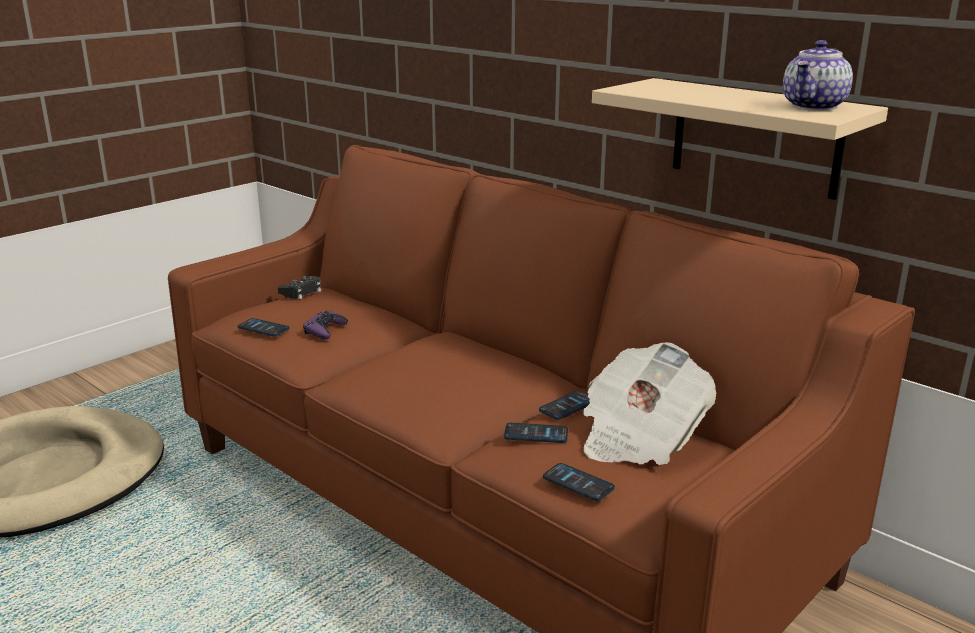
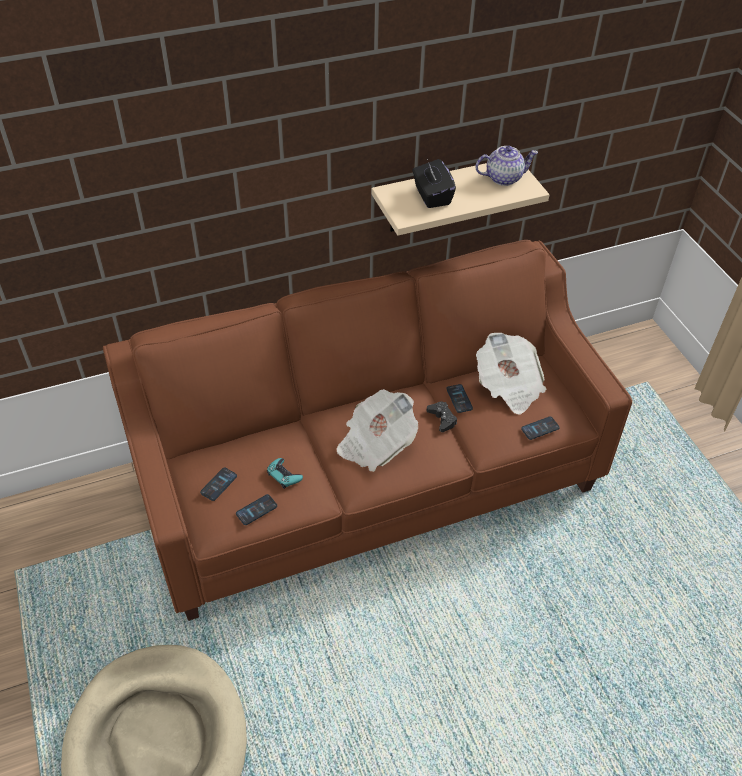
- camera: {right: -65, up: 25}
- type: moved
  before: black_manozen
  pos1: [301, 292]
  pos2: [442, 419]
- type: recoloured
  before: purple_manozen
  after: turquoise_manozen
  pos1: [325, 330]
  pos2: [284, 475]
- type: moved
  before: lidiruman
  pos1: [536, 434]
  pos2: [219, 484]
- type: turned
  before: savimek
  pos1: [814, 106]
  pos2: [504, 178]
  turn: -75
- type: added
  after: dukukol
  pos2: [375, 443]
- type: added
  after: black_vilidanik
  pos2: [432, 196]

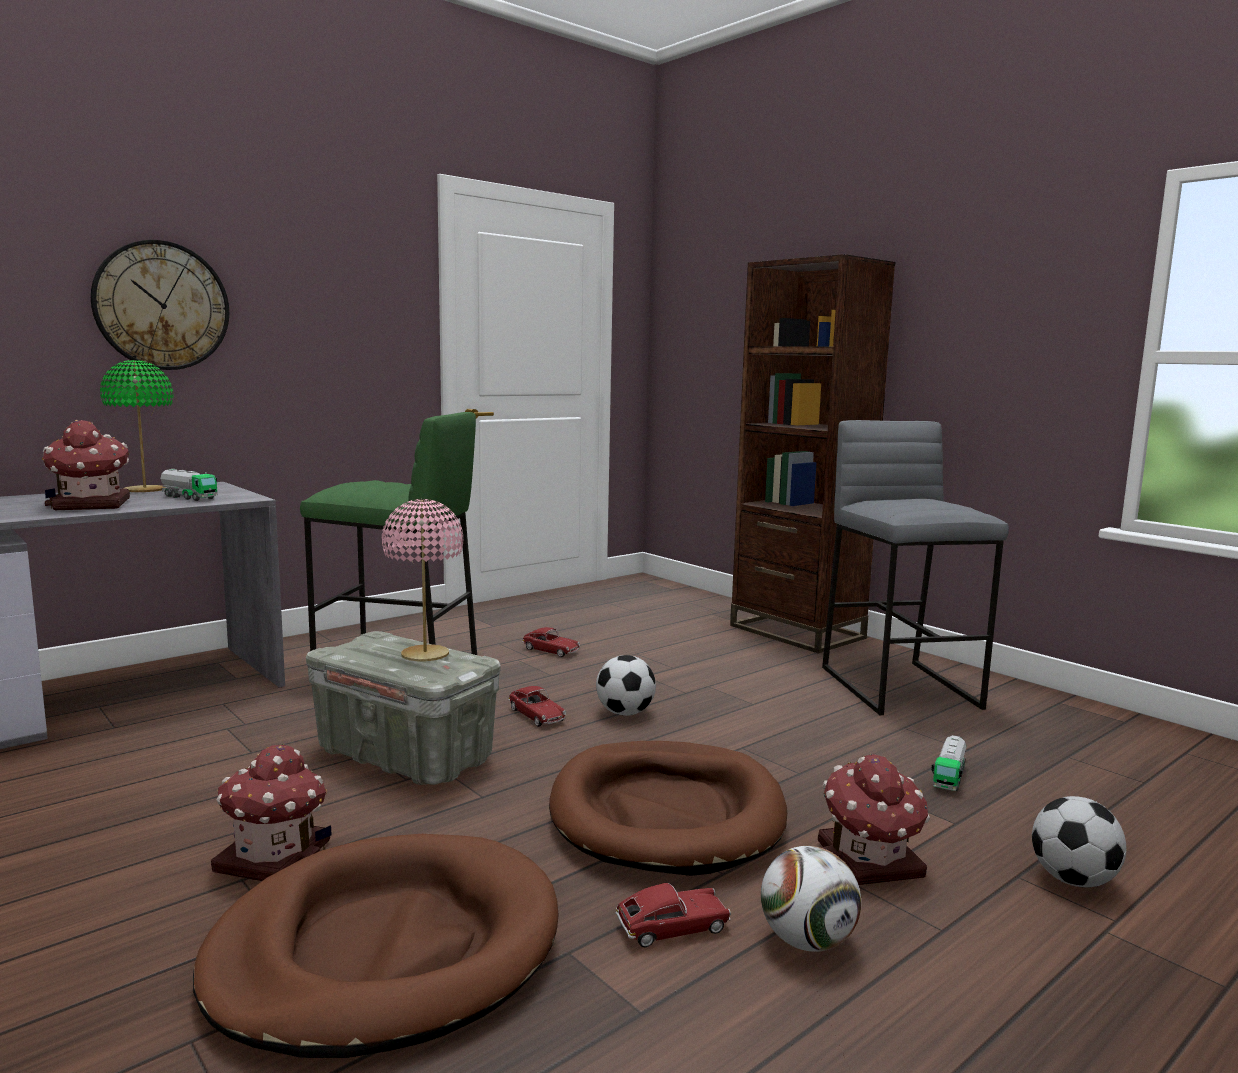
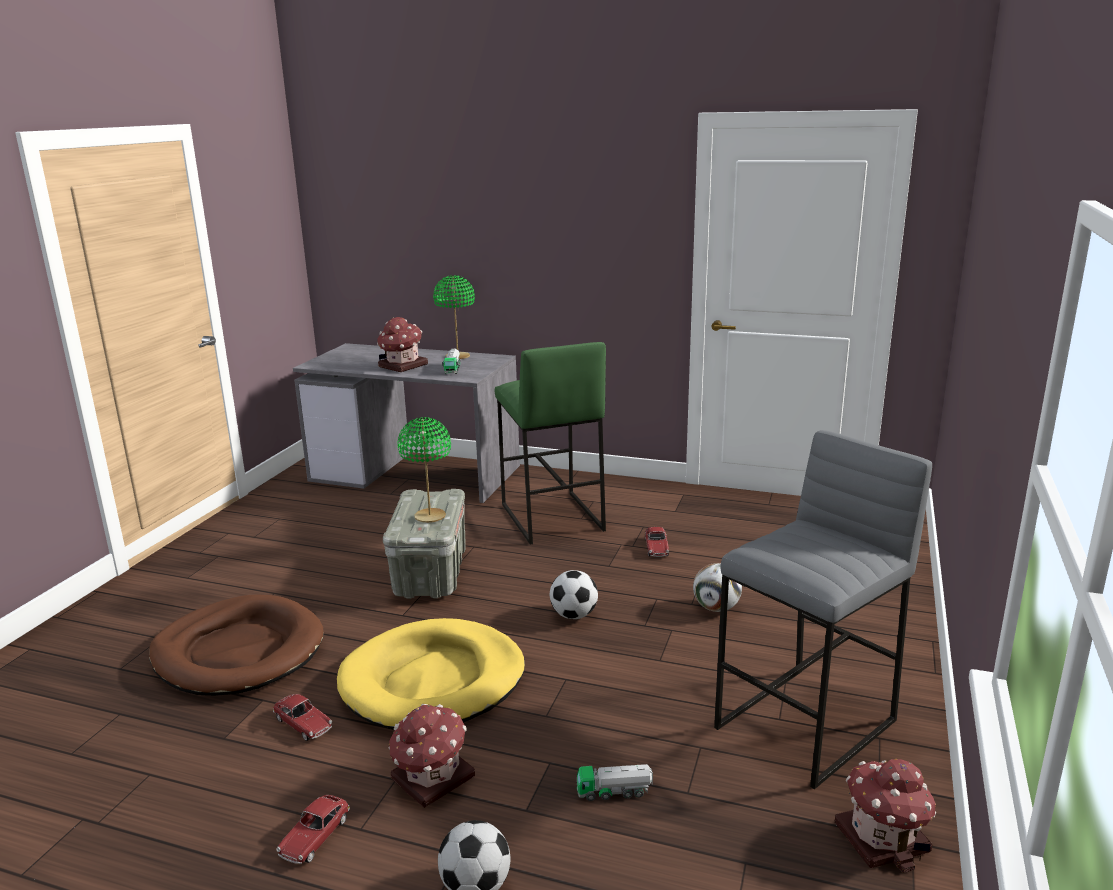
- camera: {right: 60, up: 10}
- type: removed
  before: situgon
  pos1: [162, 306]
- type: moved
  before: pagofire
  pos1: [275, 856]
  pos2: [883, 838]
- type: recoloured
  before: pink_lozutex
  after: green_lozutex
  pos1: [425, 655]
  pos2: [429, 516]
- type: moved
  before: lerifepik
  pos1: [536, 715]
  pos2: [315, 837]
- type: recoloured
  before: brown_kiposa
  after: yellow_kiposa
  pos1: [667, 813]
  pos2: [433, 681]
- type: removed
  before: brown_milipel
  pos1: [796, 632]
- type: moved
  before: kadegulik
  pos1: [807, 941]
  pos2: [716, 608]

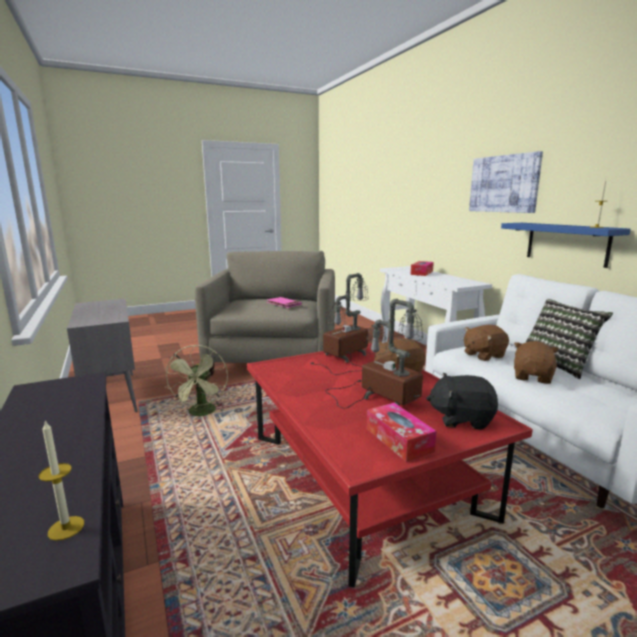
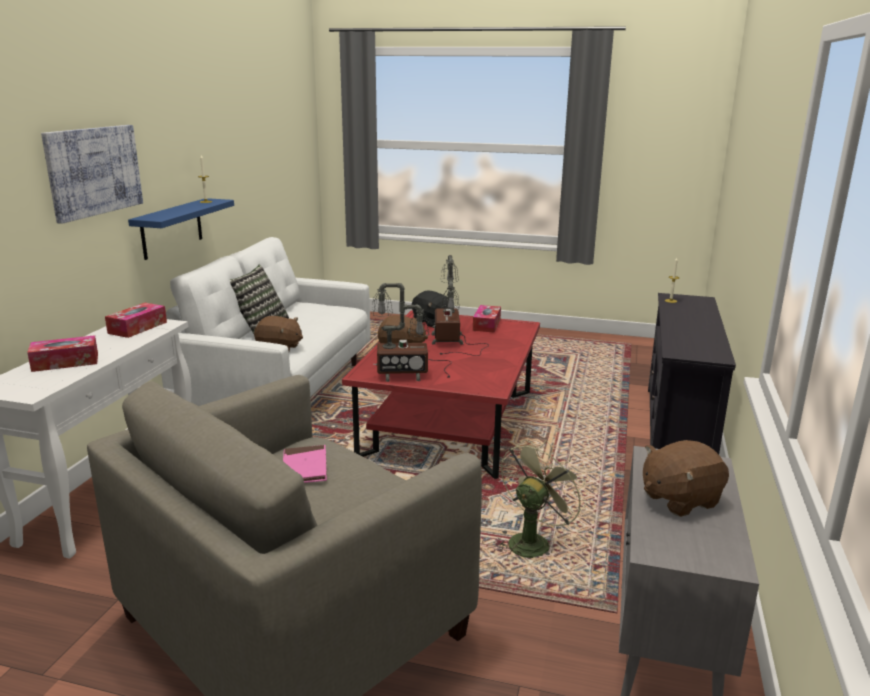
- camera: {right: -140, up: 5}
- type: moved
  before: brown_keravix
  pos1: [533, 377]
  pos2: [679, 499]
- type: added
  after: vilidanik
  pos2: [137, 328]

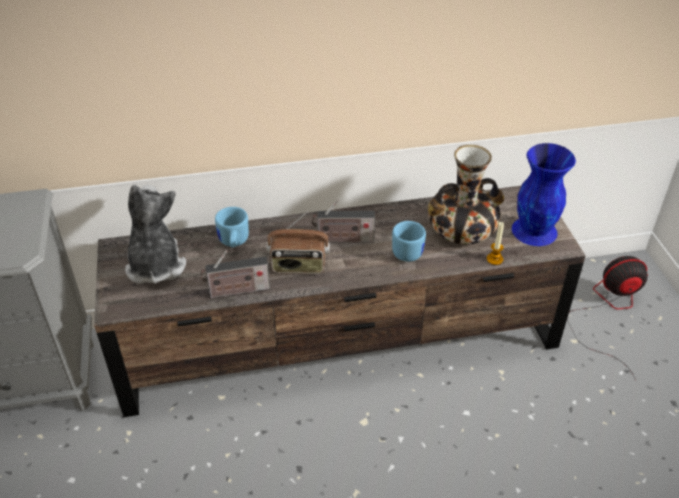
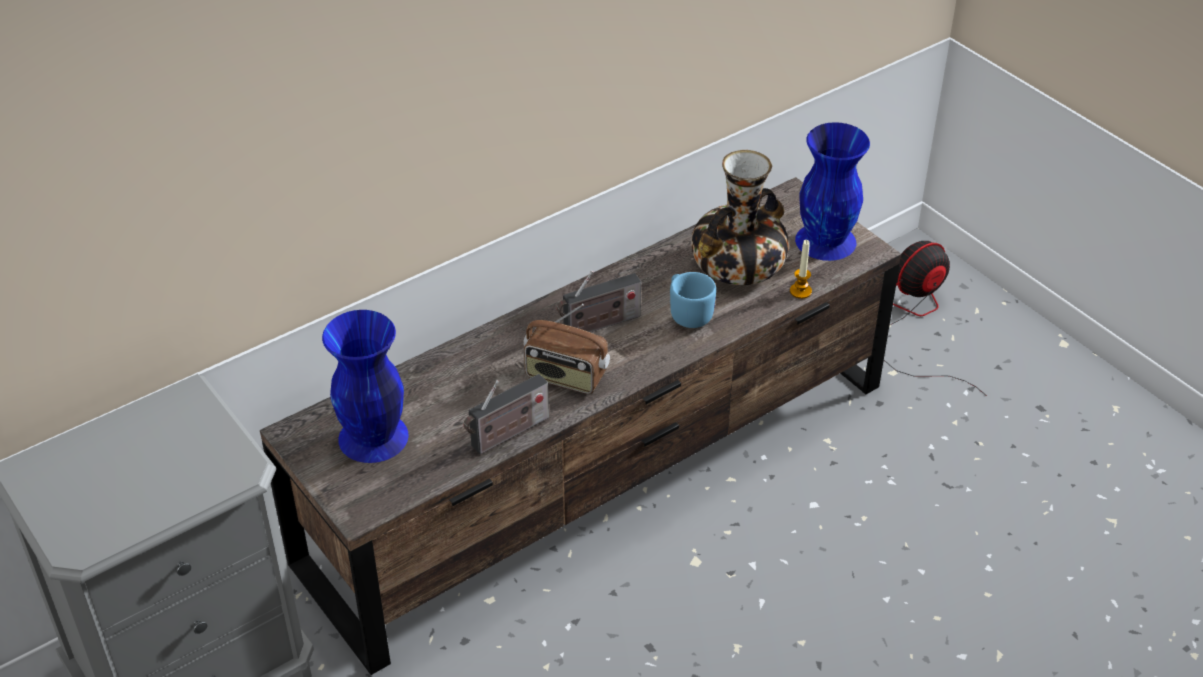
- camera: {right: -25, up: 0}
- type: replaced
  before: keravix
  after: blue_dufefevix
  pos1: [155, 265]
  pos2: [372, 438]
- type: removed
  before: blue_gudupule
  pos1: [233, 242]
- type: turned
  before: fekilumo
  pos1: [298, 266]
  pos2: [565, 377]
  turn: 45

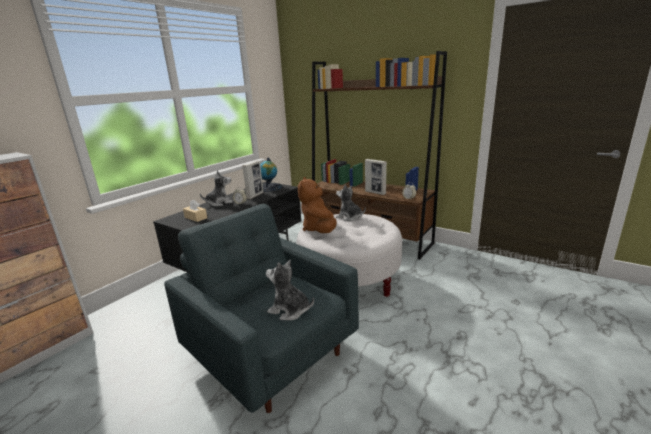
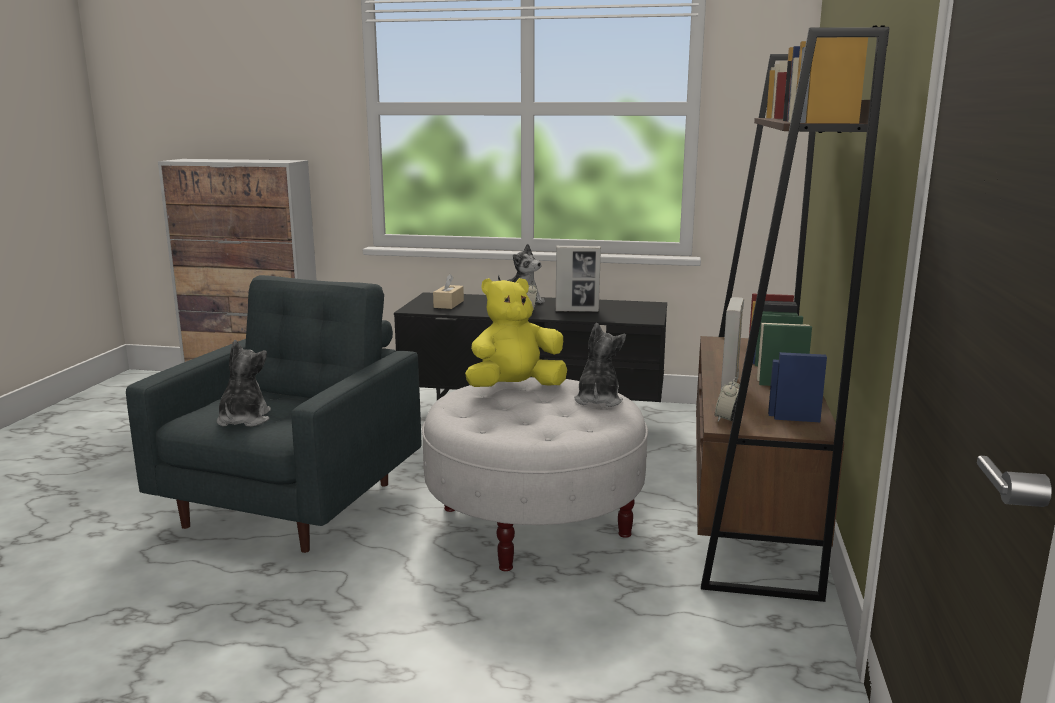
- camera: {right: 65, up: -5}
- type: removed
  before: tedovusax
  pos1: [269, 187]
- type: recoloured
  before: brown_keravix
  after: yellow_keravix
  pos1: [319, 229]
  pos2: [515, 388]

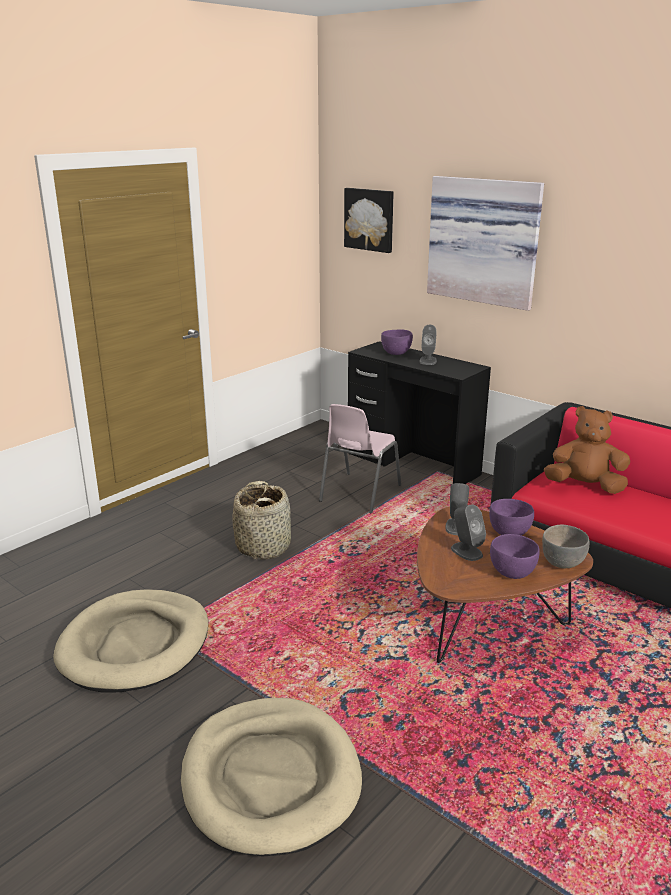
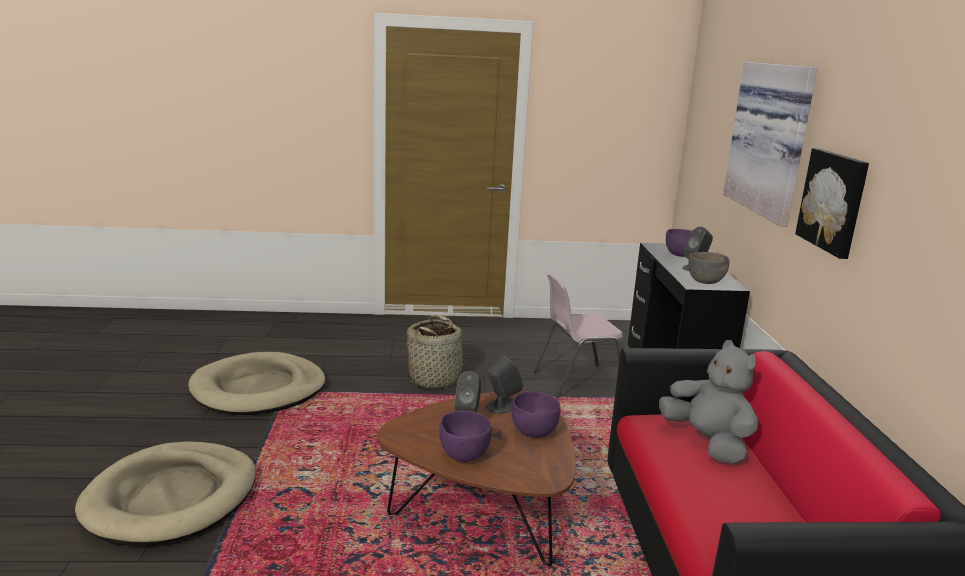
- camera: {right: 45, up: -5}
- type: moved
  before: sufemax
  pos1: [370, 219]
  pos2: [834, 201]
- type: moved
  before: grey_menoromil
  pos1: [562, 563]
  pos2: [706, 282]
- type: recoloured
  before: brown_keravix
  after: grey_keravix
  pos1: [584, 486]
  pos2: [707, 443]

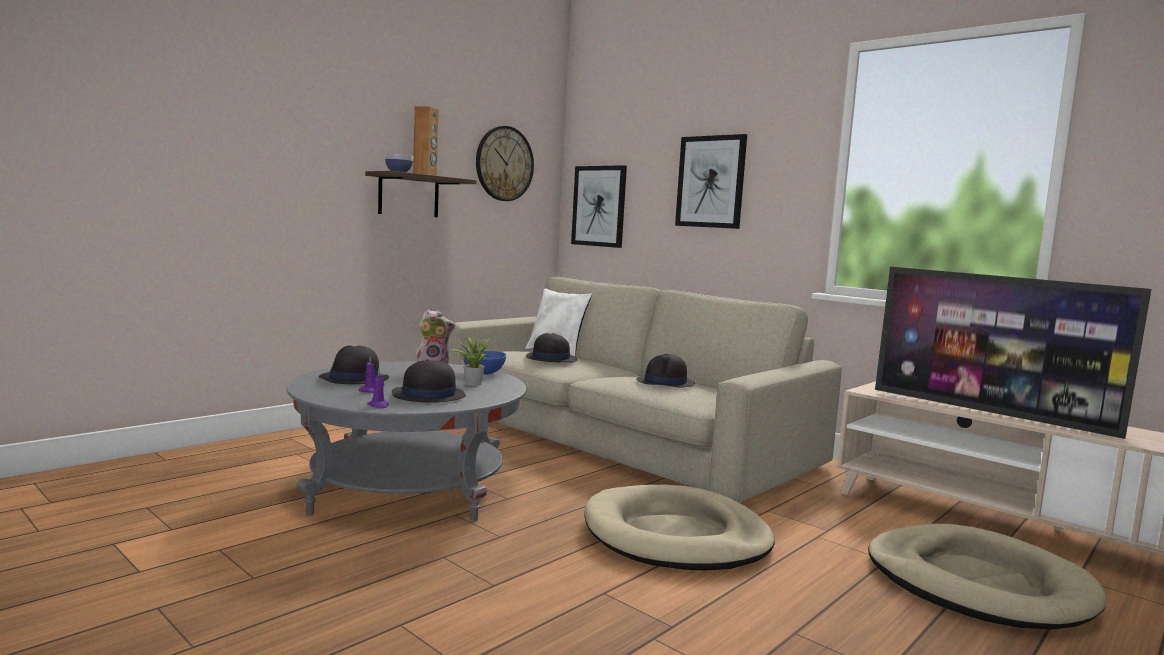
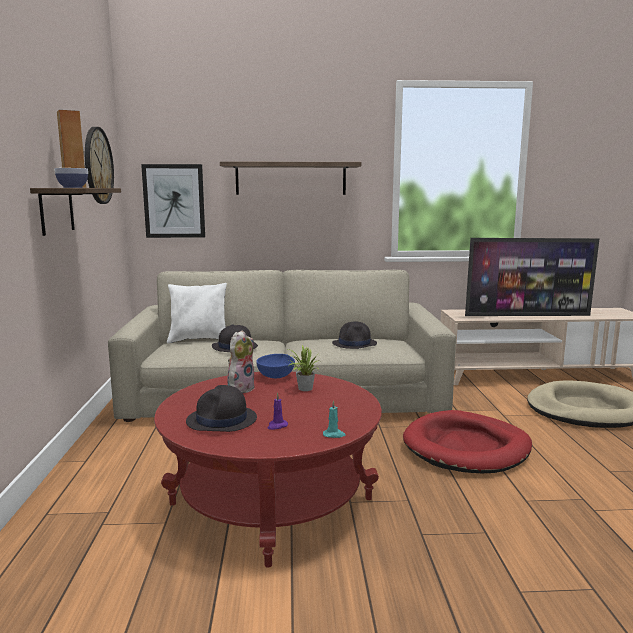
- camera: {right: -45, up: 5}
- type: recoloured
  before: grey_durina
  after: red_durina
  pos1: [408, 488]
  pos2: [271, 501]
- type: recoloured
  before: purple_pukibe
  after: turquoise_pukibe
  pos1: [378, 405]
  pos2: [334, 435]
- type: removed
  before: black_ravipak
  pos1: [428, 395]
- type: recoloured
  before: beige_kiposa
  after: red_kiposa
  pos1: [676, 536]
  pos2: [466, 447]
- type: replaced
  before: sufemax
  after: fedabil
  pos1: [711, 182]
  pos2: [290, 179]

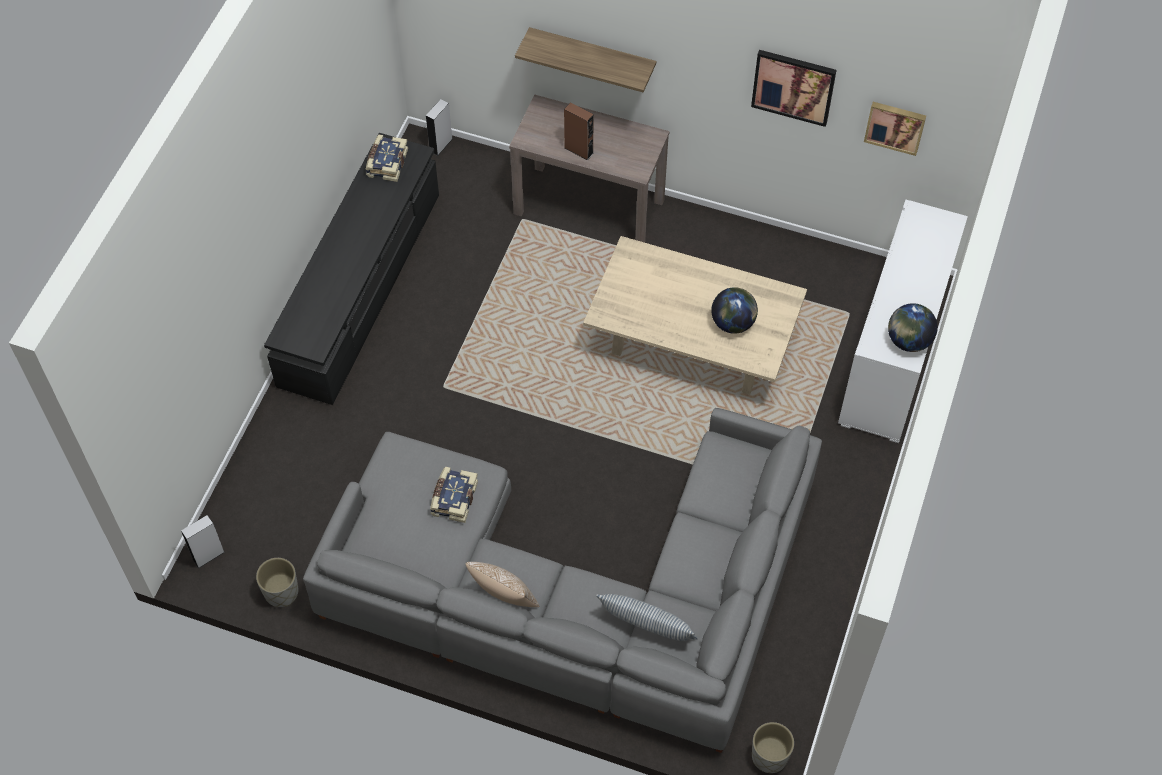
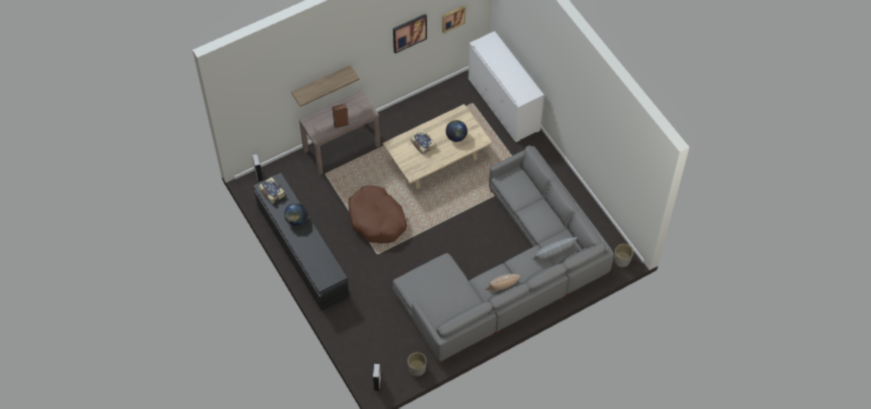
- camera: {right: -50, up: 0}
- type: moved
  before: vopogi
  pos1: [453, 498]
  pos2: [422, 145]
- type: moved
  before: tedovusax
  pos1: [908, 341]
  pos2: [296, 220]
- type: added
  after: brown_kiposa
  pos2: [377, 220]

